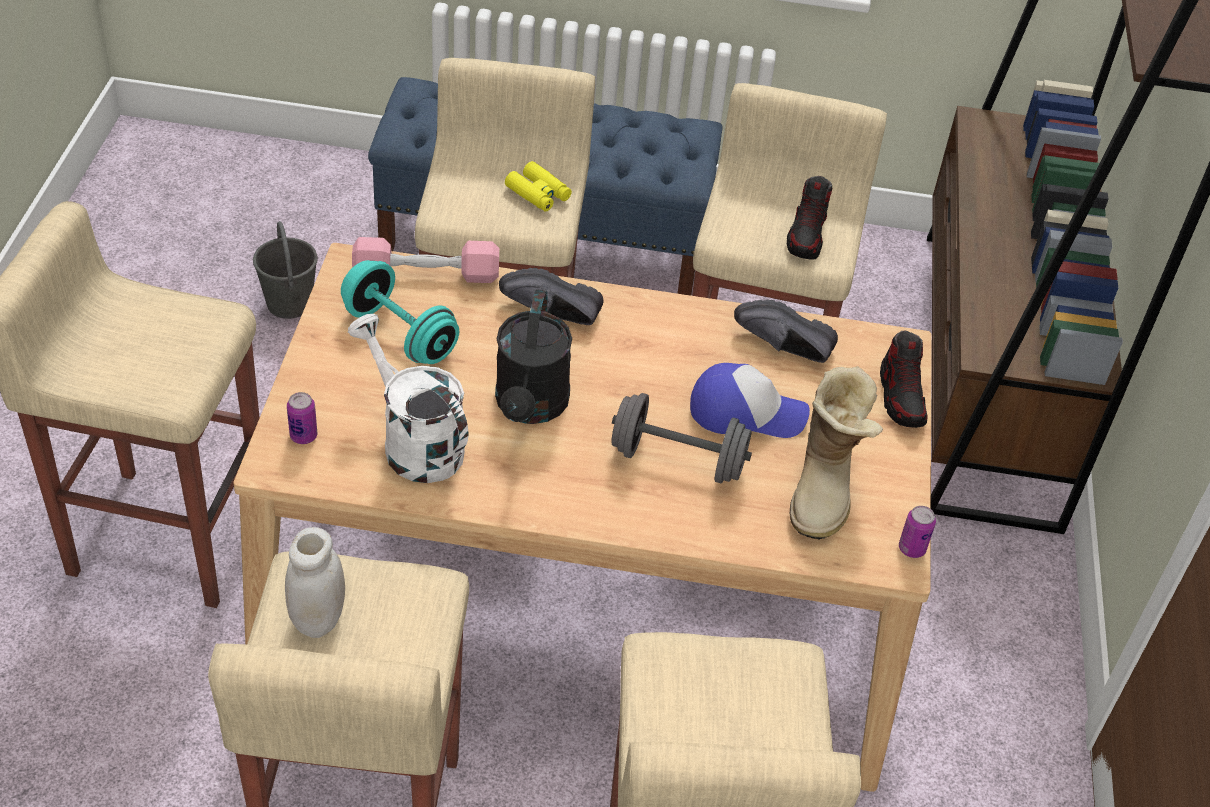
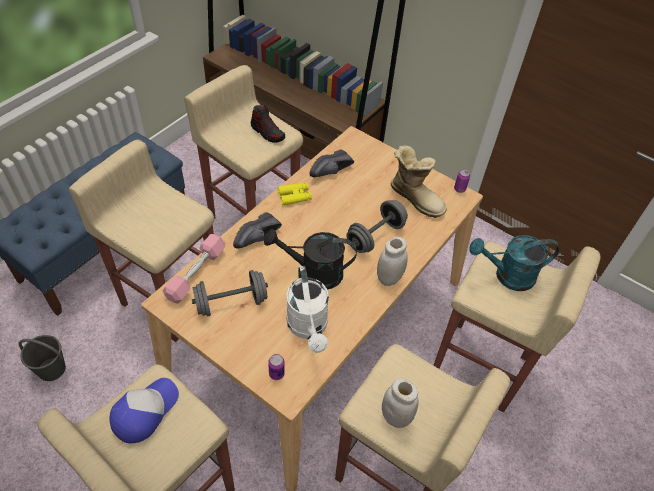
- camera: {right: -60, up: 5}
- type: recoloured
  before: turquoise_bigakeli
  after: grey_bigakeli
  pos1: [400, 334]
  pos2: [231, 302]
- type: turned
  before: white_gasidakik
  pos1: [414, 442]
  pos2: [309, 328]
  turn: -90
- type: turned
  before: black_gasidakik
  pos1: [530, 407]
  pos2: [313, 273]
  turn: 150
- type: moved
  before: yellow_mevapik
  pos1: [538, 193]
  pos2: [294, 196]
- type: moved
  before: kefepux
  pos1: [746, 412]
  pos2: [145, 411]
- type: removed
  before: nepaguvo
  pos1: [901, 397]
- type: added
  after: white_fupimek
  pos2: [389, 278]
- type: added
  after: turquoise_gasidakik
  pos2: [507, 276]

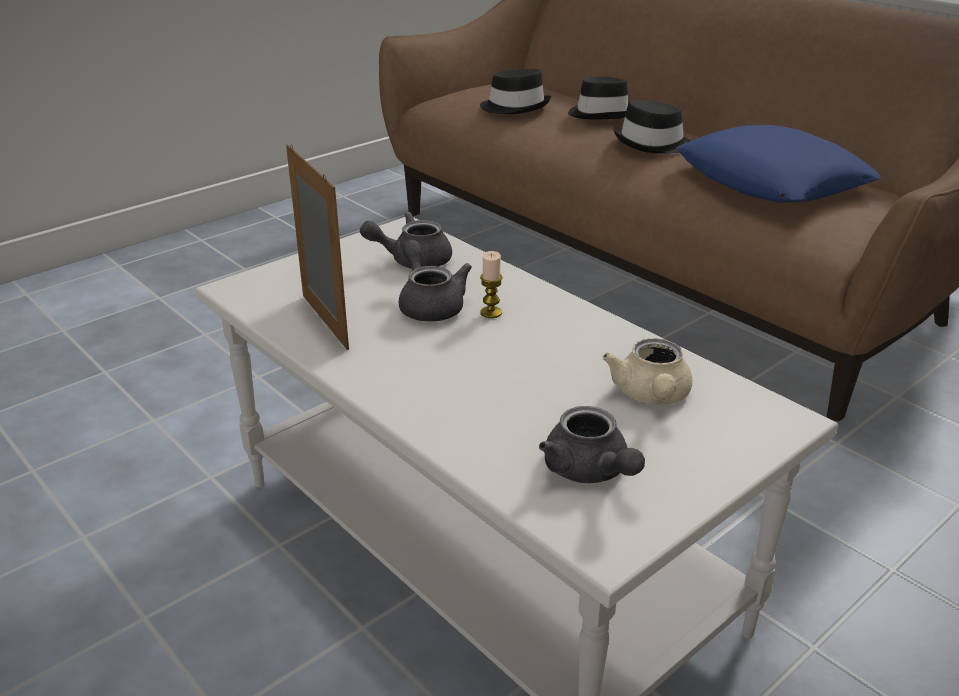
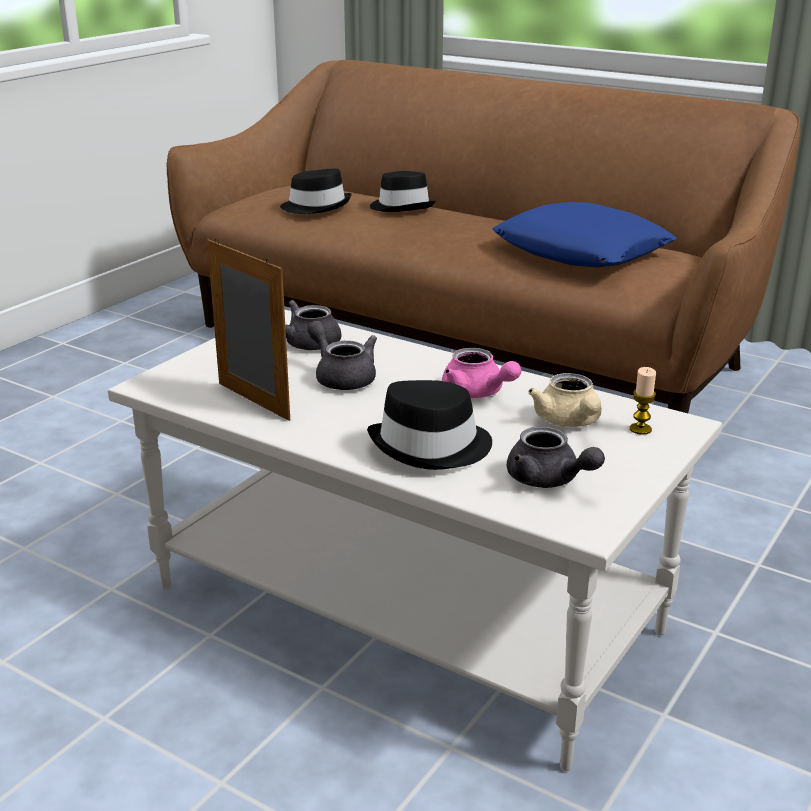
- camera: {right: -15, up: -5}
- type: moved
  before: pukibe
  pos1: [491, 313]
  pos2: [640, 429]
- type: moved
  before: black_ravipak
  pos1: [653, 144]
  pos2: [431, 447]
- type: added
  after: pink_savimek
  pos2: [477, 393]

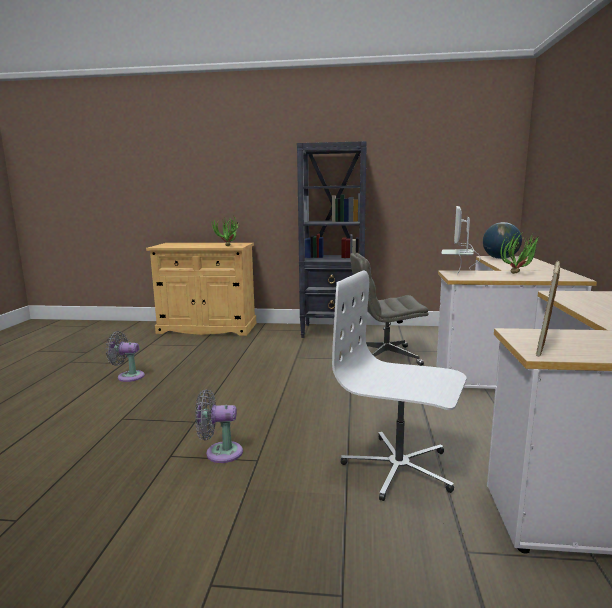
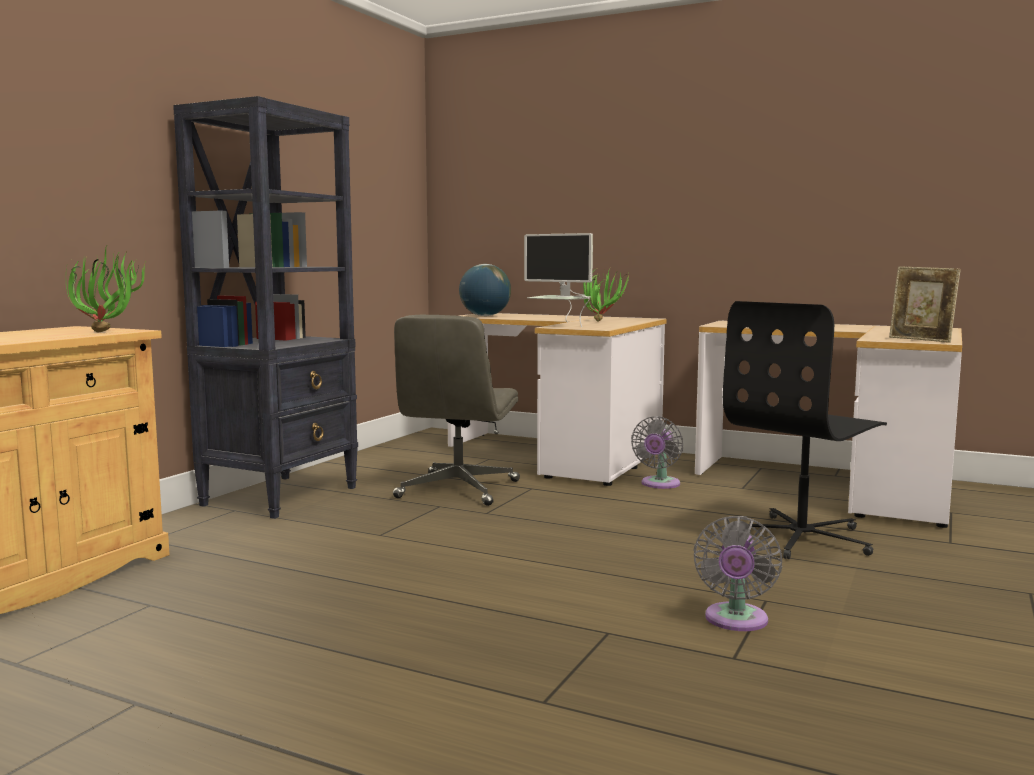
- camera: {right: -70, up: -5}
- type: moved
  before: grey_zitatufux
  pos1: [128, 376]
  pos2: [659, 484]
- type: recoloured
  before: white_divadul
  after: black_divadul
  pos1: [399, 468]
  pos2: [802, 538]

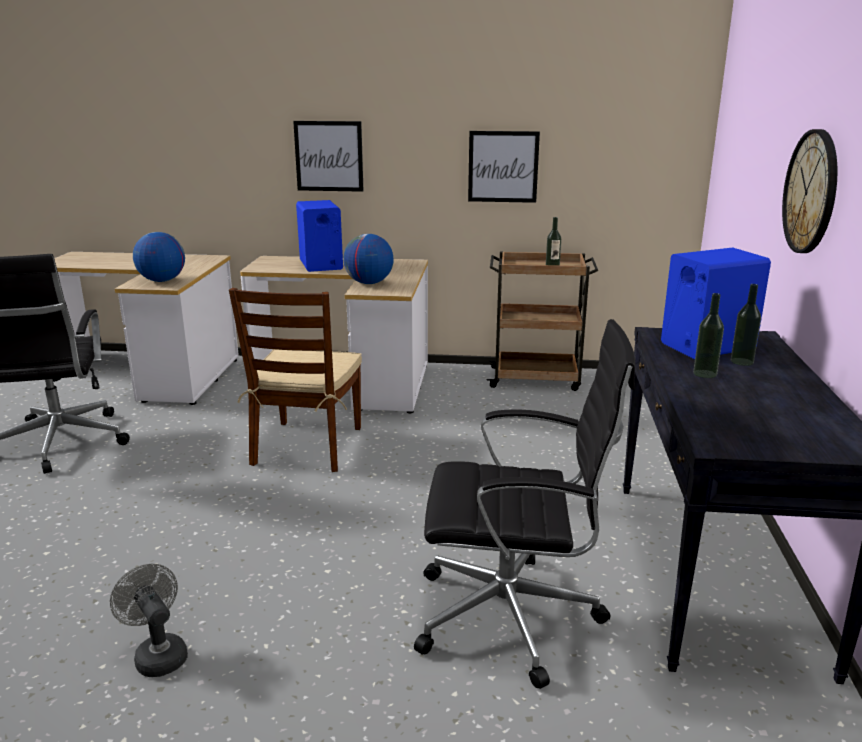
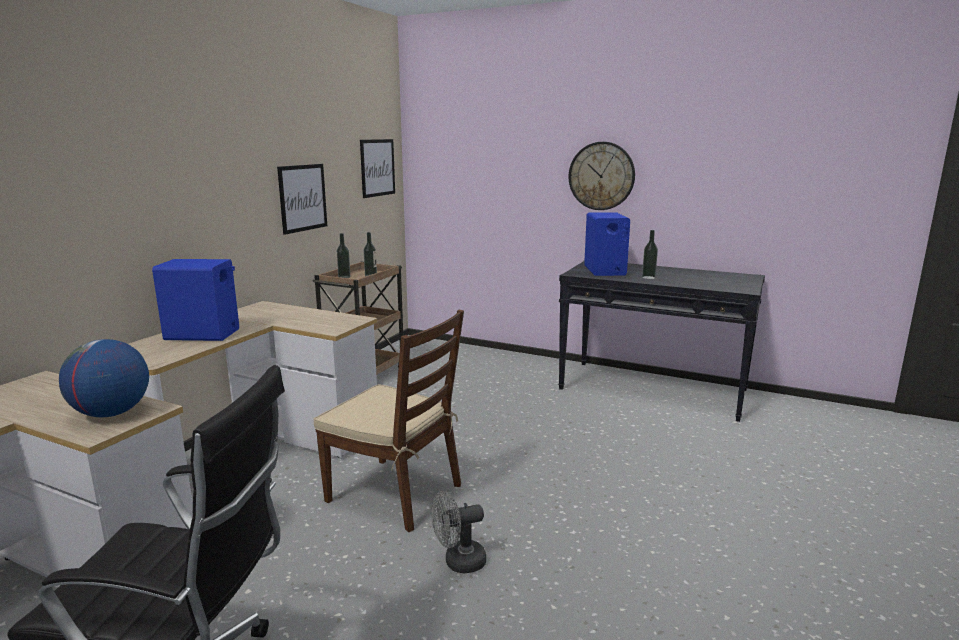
- camera: {right: -70, up: -5}
- type: moved
  before: grey_zitatufux
  pos1: [158, 654]
  pos2: [458, 562]
- type: moved
  before: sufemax
  pos1: [329, 156]
  pos2: [377, 167]
- type: removed
  before: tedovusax
  pos1: [369, 283]
- type: removed
  before: black_divadul
  pos1: [513, 617]
- type: moved
  before: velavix
  pos1: [741, 361]
  pos2: [344, 277]

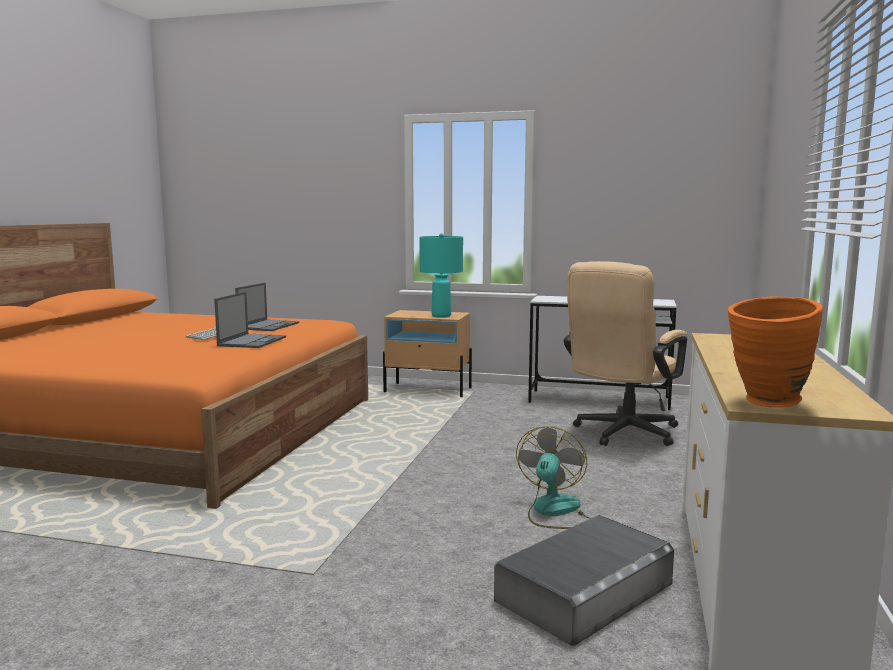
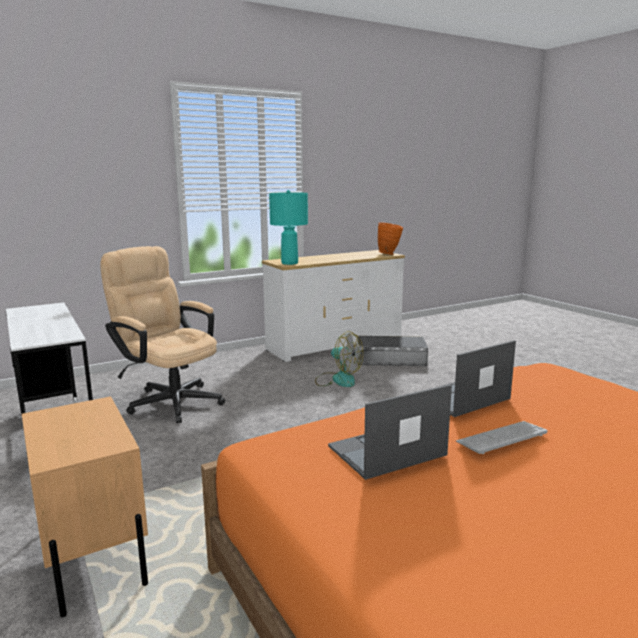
- camera: {right: -135, up: 5}
- type: moved
  before: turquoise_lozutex
  pos1: [441, 316]
  pos2: [289, 263]
- type: turned
  before: zitatufux
  pos1: [554, 512]
  pos2: [338, 379]
  turn: -120
- type: turned
  before: beige_divadul
  pos1: [622, 434]
  pos2: [170, 400]
  turn: -135

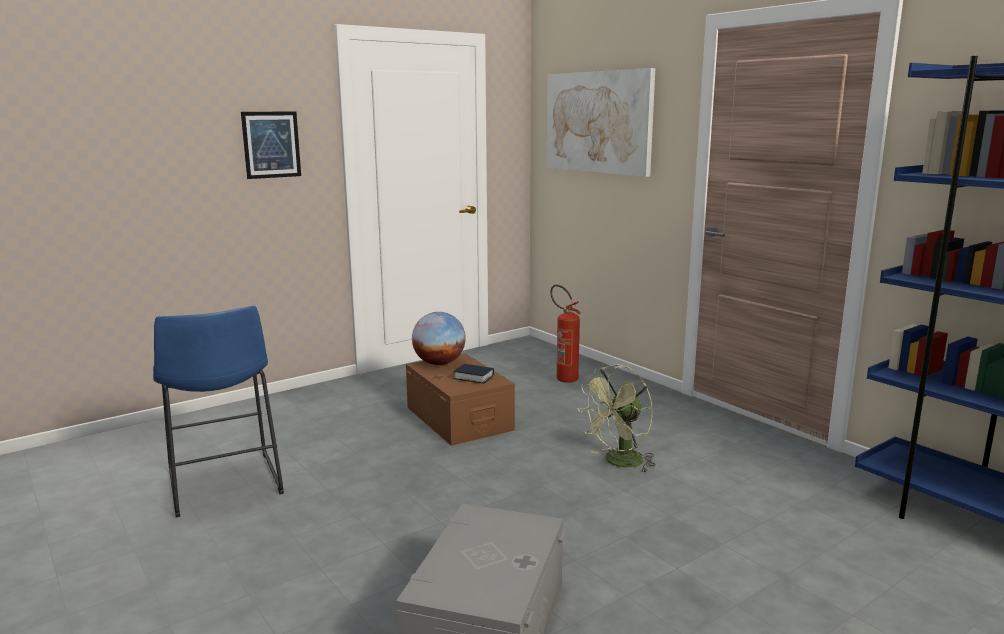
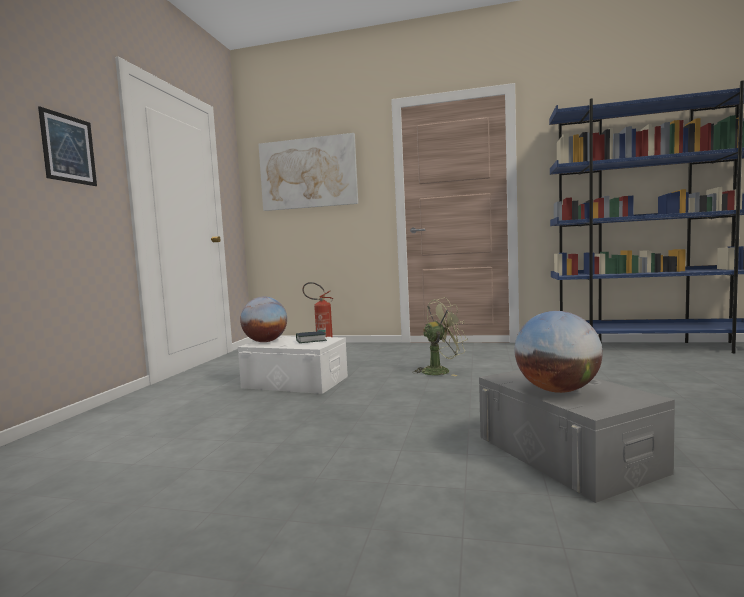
- camera: {right: -40, up: -10}
- type: removed
  before: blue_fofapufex
  pos1: [224, 486]
- type: recoloured
  before: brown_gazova
  after: white_gazova
  pos1: [459, 418]
  pos2: [295, 382]
- type: turned
  before: green_zitatufux
  pos1: [619, 463]
  pos2: [441, 371]
  turn: -120
- type: added
  after: tedovusax
  pos2: [557, 390]

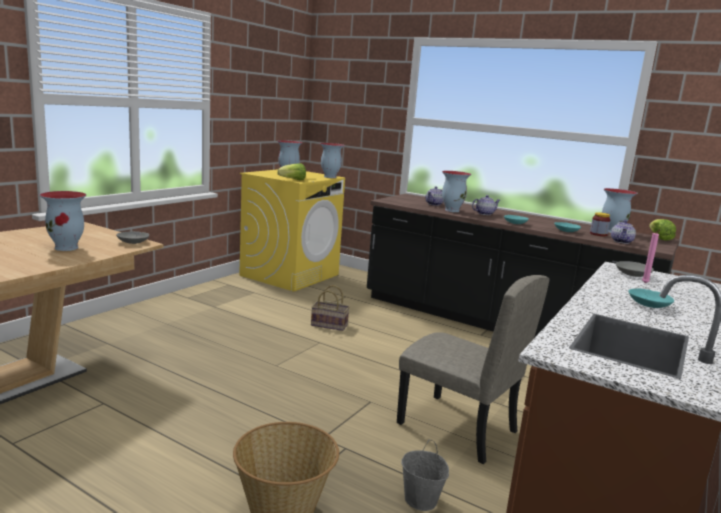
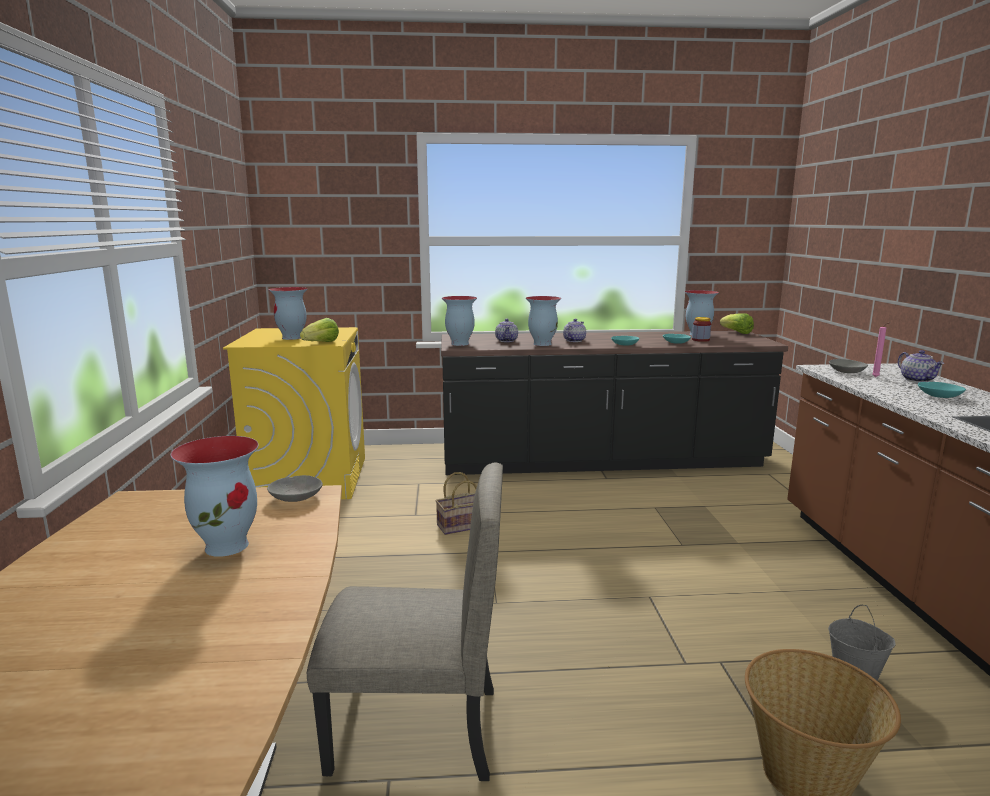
- camera: {right: -35, up: 0}
- type: moved
  before: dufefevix
  pos1: [329, 177]
  pos2: [459, 344]
- type: moved
  before: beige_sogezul
  pos1: [456, 427]
  pos2: [415, 730]
- type: moved
  before: savimek
  pos1: [622, 242]
  pos2: [918, 380]

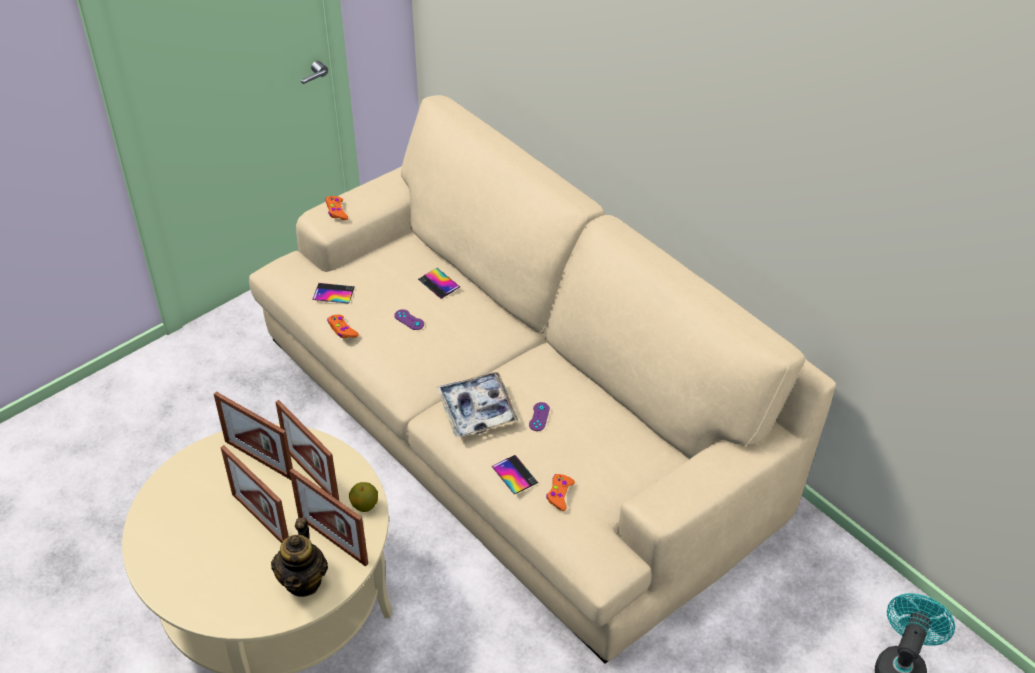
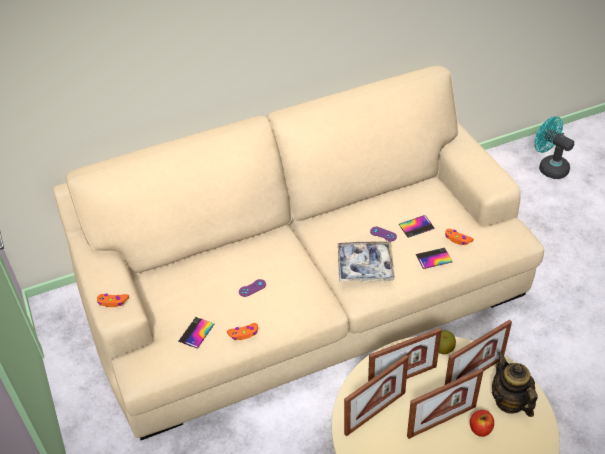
- camera: {right: -70, up: 0}
- type: turned
  before: savimek
  pos1: [303, 581]
  pos2: [510, 401]
  turn: -135
- type: moved
  before: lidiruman
  pos1: [439, 283]
  pos2: [416, 226]
- type: added
  after: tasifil
  pos2: [480, 429]

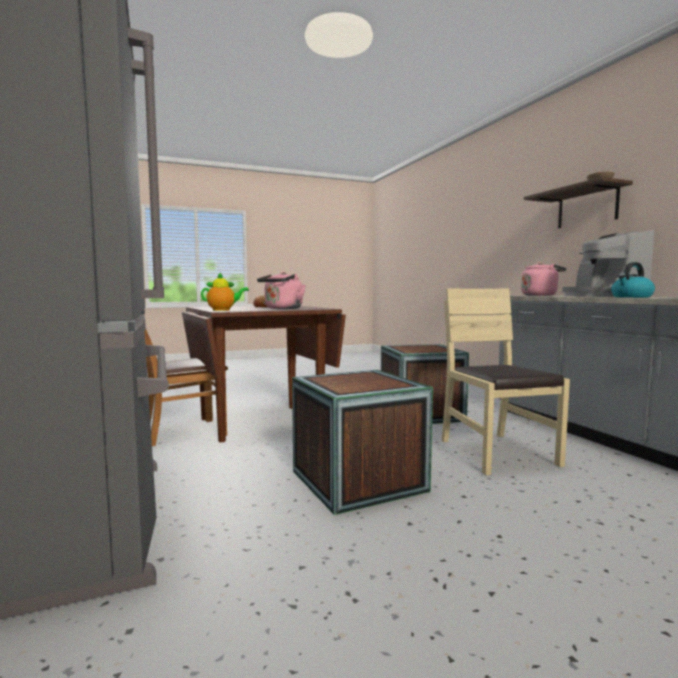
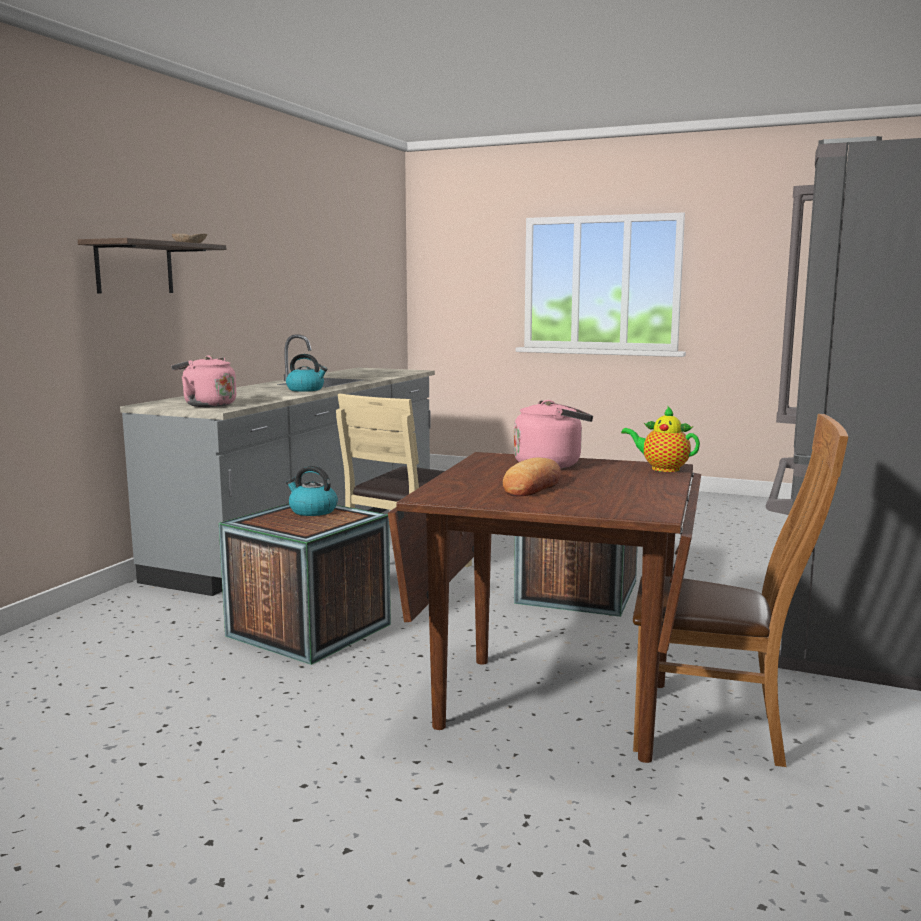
- camera: {right: -135, up: 5}
- type: removed
  before: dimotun
  pos1: [601, 296]
- type: added
  after: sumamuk
  pos2: [312, 511]

